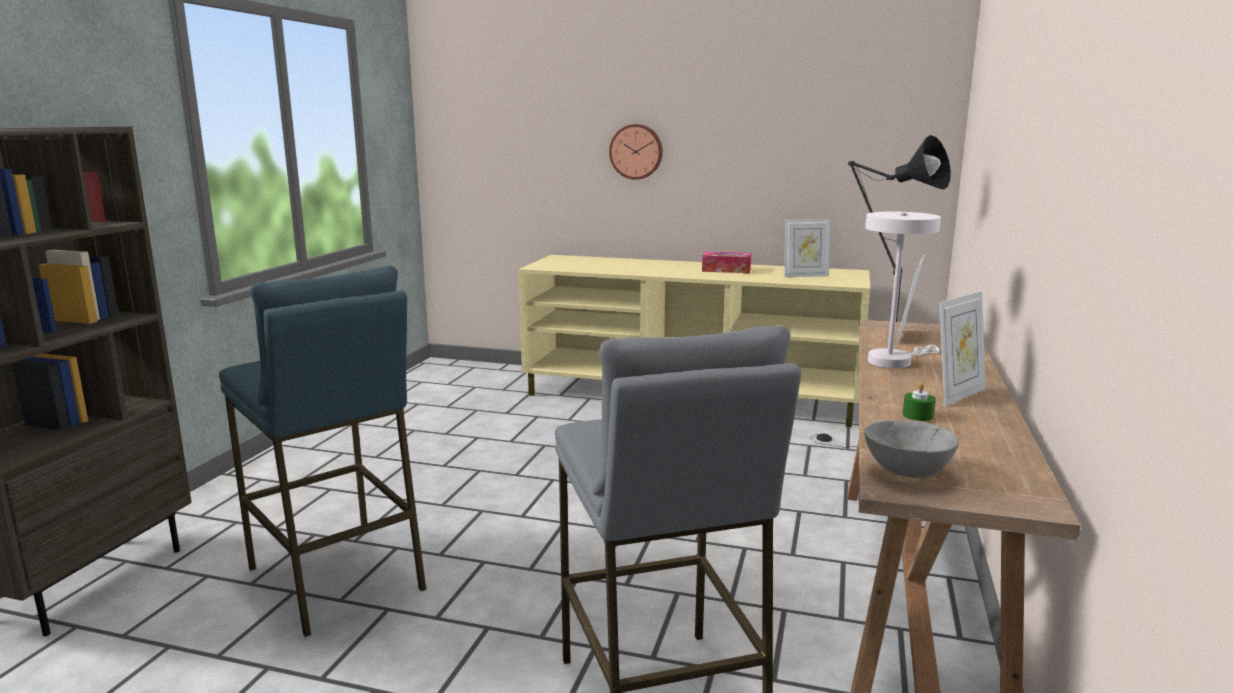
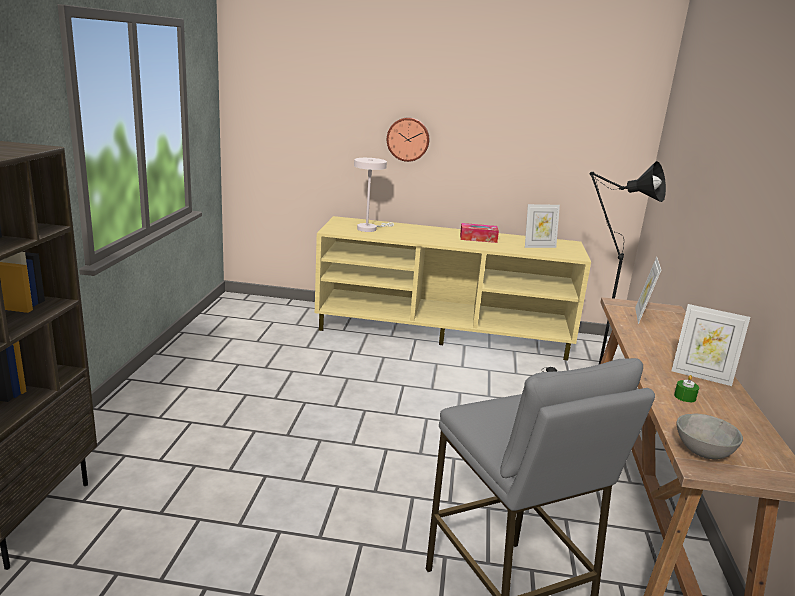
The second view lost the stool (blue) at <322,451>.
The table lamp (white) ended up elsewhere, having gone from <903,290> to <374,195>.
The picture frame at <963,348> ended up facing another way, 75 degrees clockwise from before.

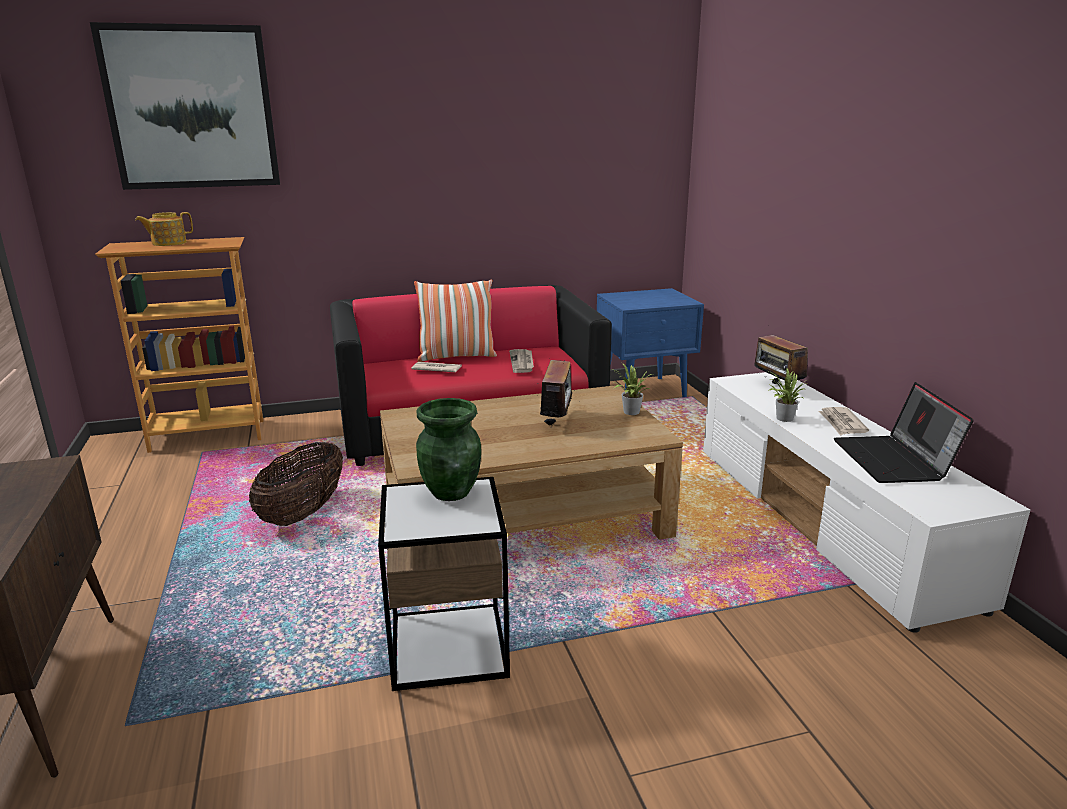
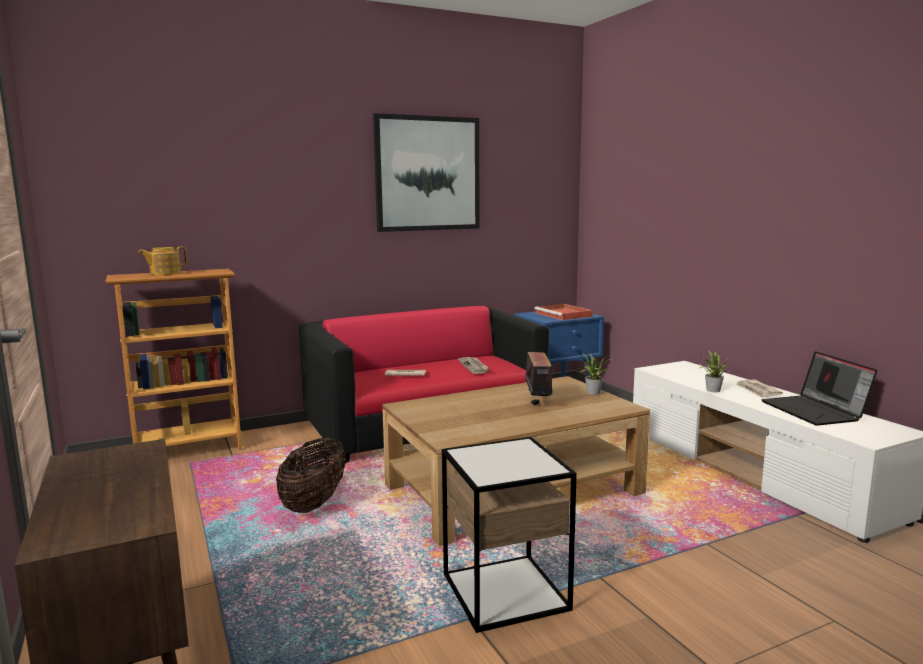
The second view lost the pillow at <455,320>.
The second view lost the vase (green) at <448,449>.
The second view lost the radio at <781,354>.
The second view gained the tray (red) at <563,312>.
The picture ended up elsewhere, having gone from <185,106> to <426,172>.

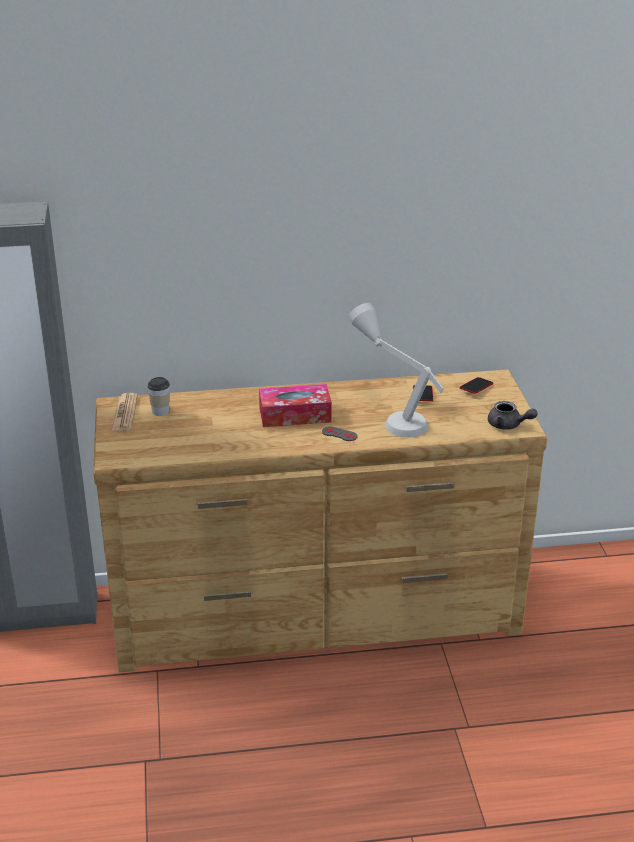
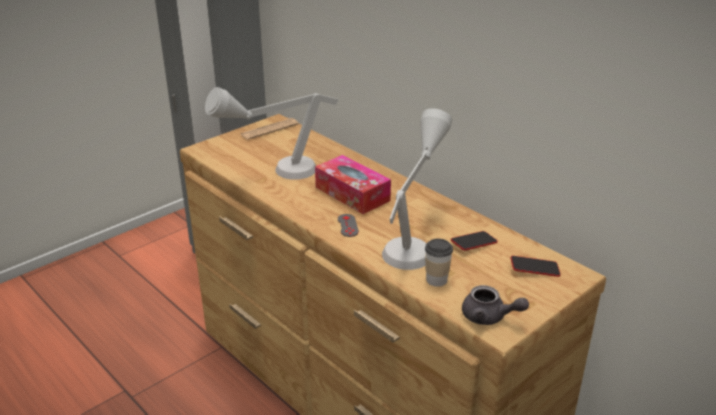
The second view gained the table lamp (grey) at <271,133>.
The cup ended up elsewhere, having gone from <158,396> to <439,262>.
The teapot (grey) at <512,415> ended up facing another way, 60 degrees counterclockwise from before.

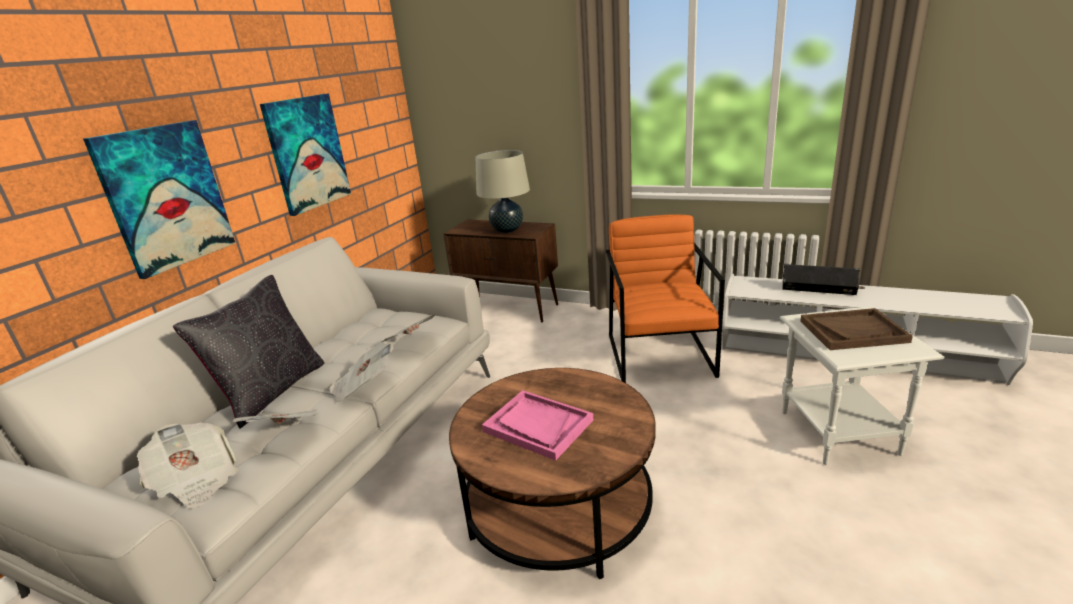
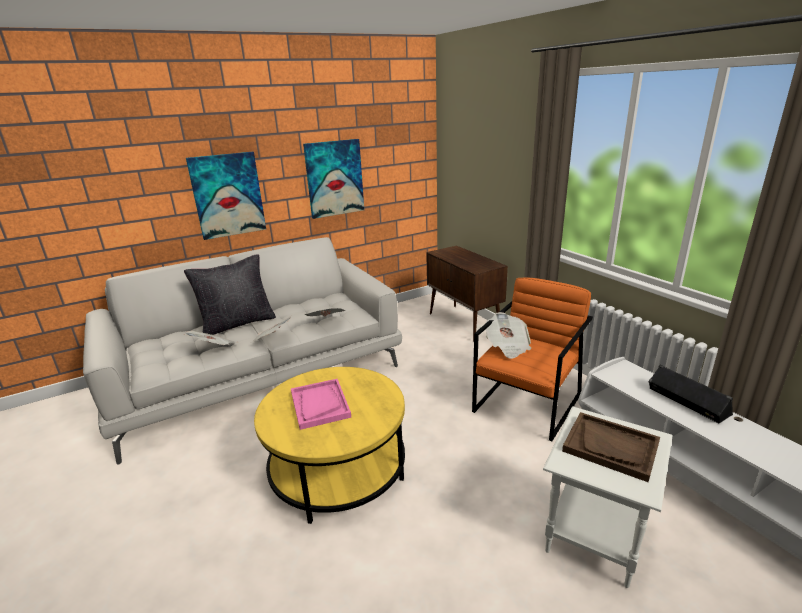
The second view lost the table lamp (beige) at <503,191>.
The newspaper ended up elsewhere, having gone from <187,465> to <508,335>.
What was the coffee table (brown) at <552,473> turned into the coffee table (yellow) at <329,445>.

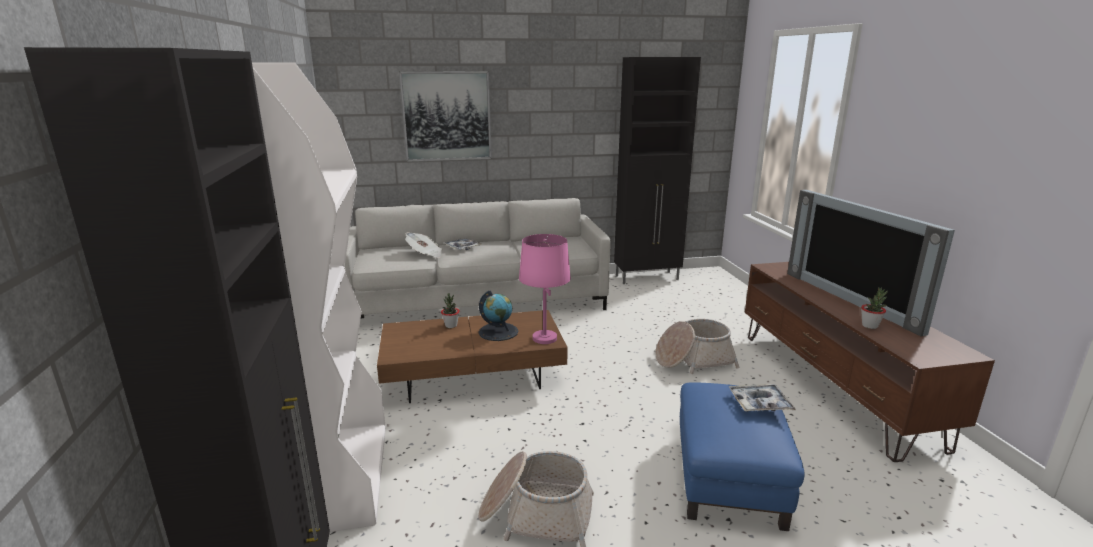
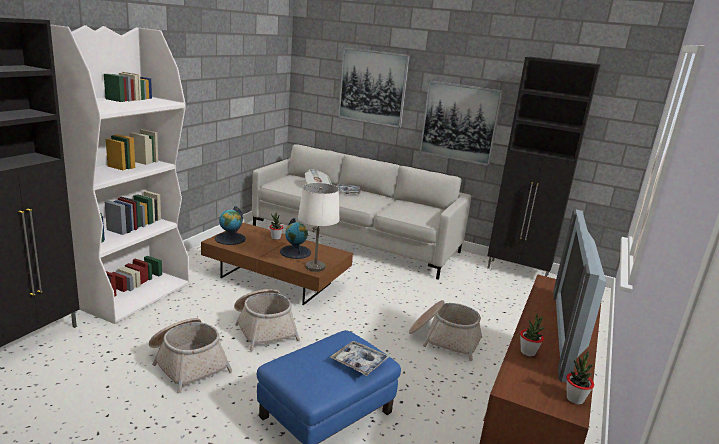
The second view gained the globe at <230,225>.
The second view gained the basket at <267,320>.
The second view gained the picture at <461,123>.
The second view gained the potted plant at <580,378>.
What was the table lamp (pink) at <545,289> turned into the table lamp (white) at <319,227>.

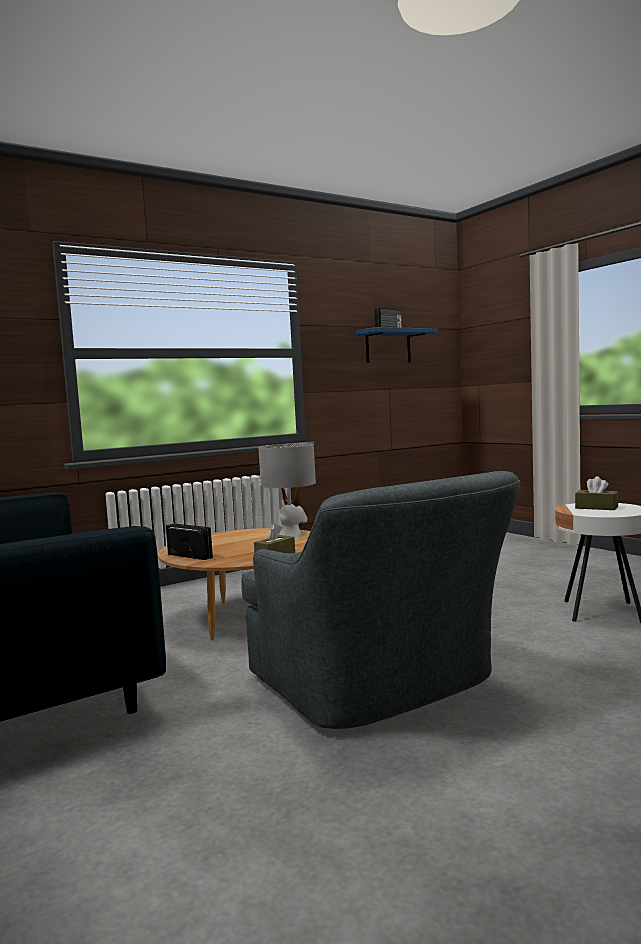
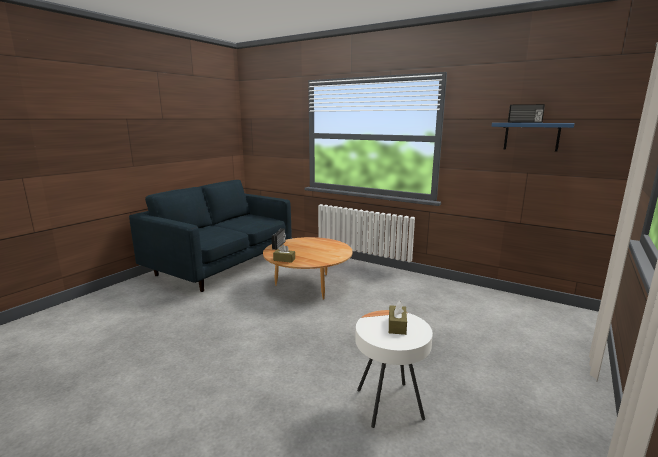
The second view lost the armchair (grey) at <380,600>.
The second view lost the table lamp (grey) at <287,490>.

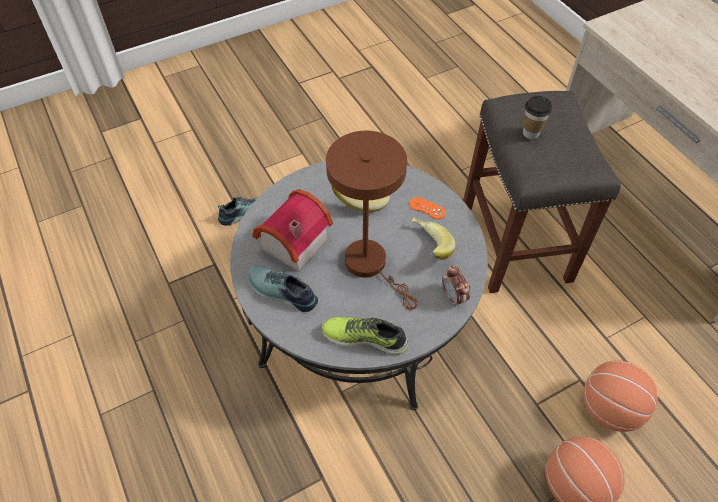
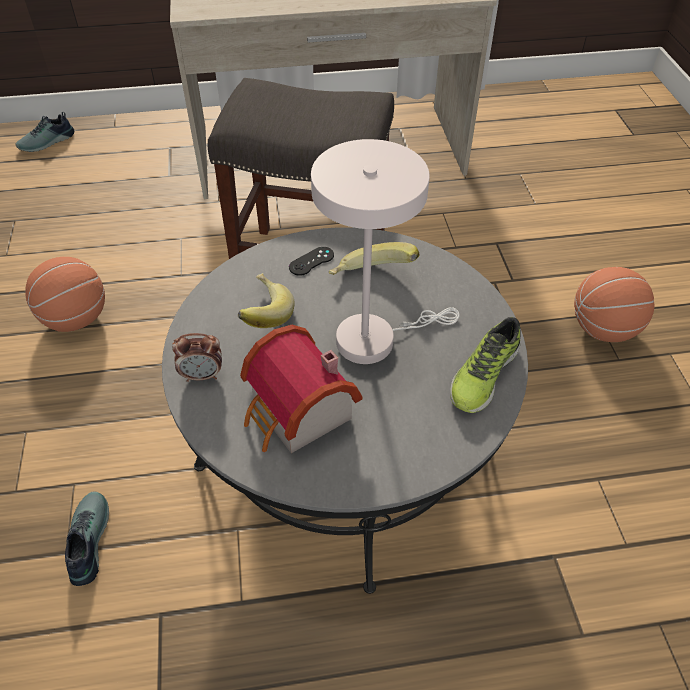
The second view lost the cup at <537,117>.
The shoe ended up elsewhere, having gone from <283,288> to <45,131>.
The alarm clock ended up elsewhere, having gone from <456,286> to <197,357>.
The basketball ended up elsewhere, having gone from <621,396> to <65,294>.
What was the table lamp (brown) at <372,220> turned into the table lamp (white) at <385,251>.
What was the game controller (orange) at <427,208> turned into the game controller (black) at <311,261>.

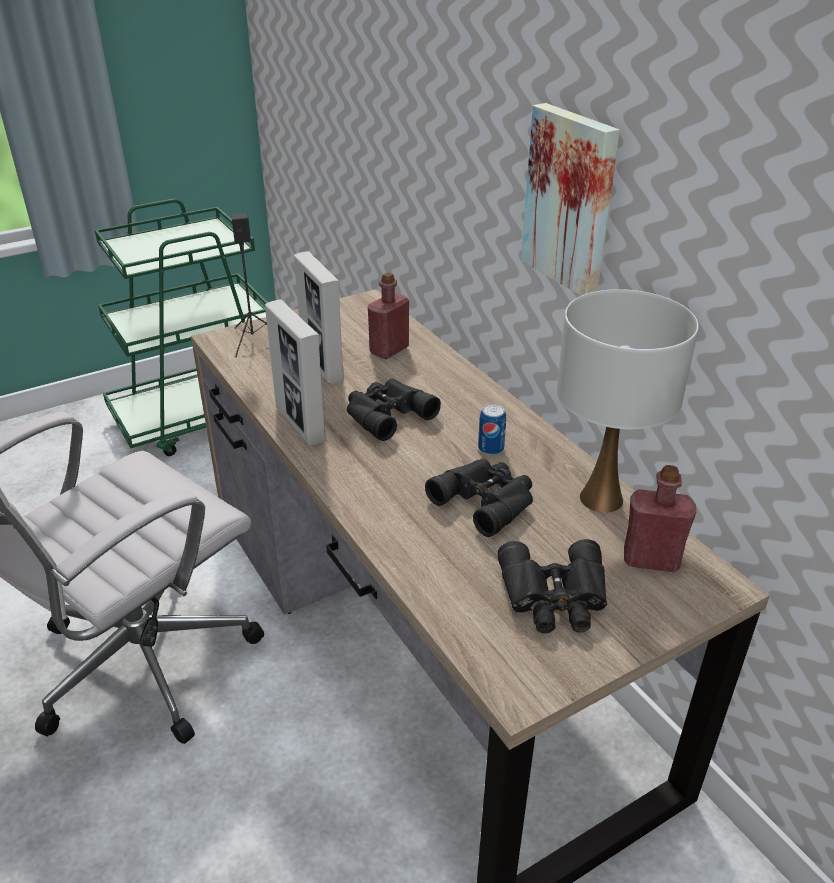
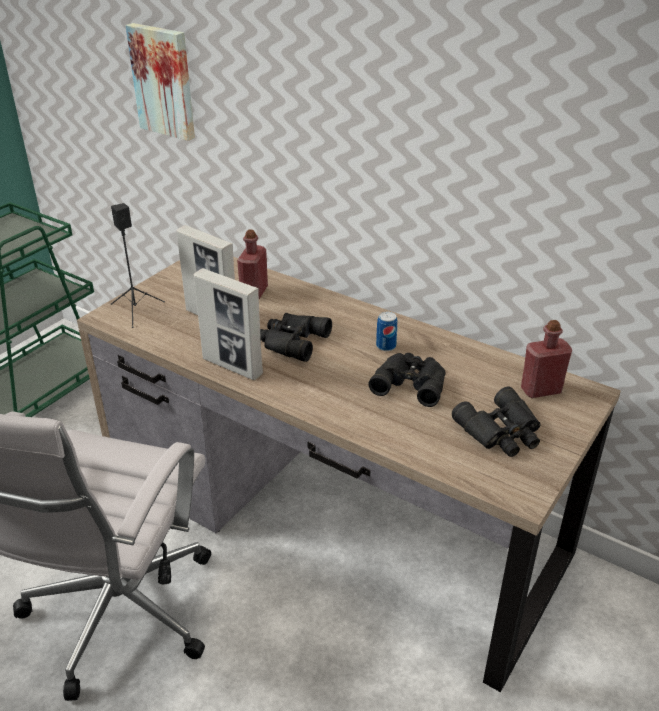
The second view lost the table lamp (white) at <627,401>.
The picture ended up elsewhere, having gone from <570,199> to <160,82>.

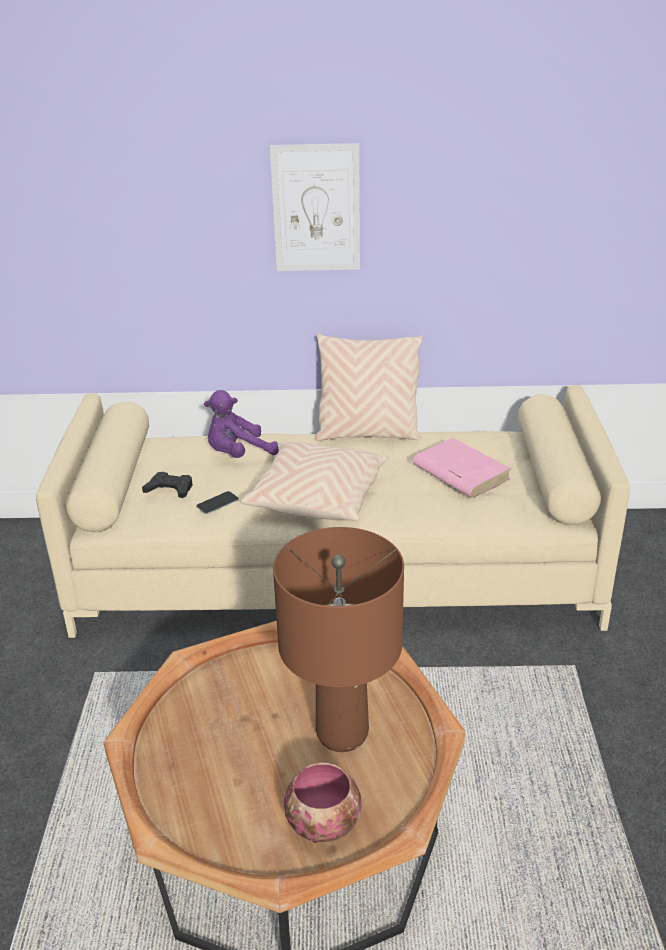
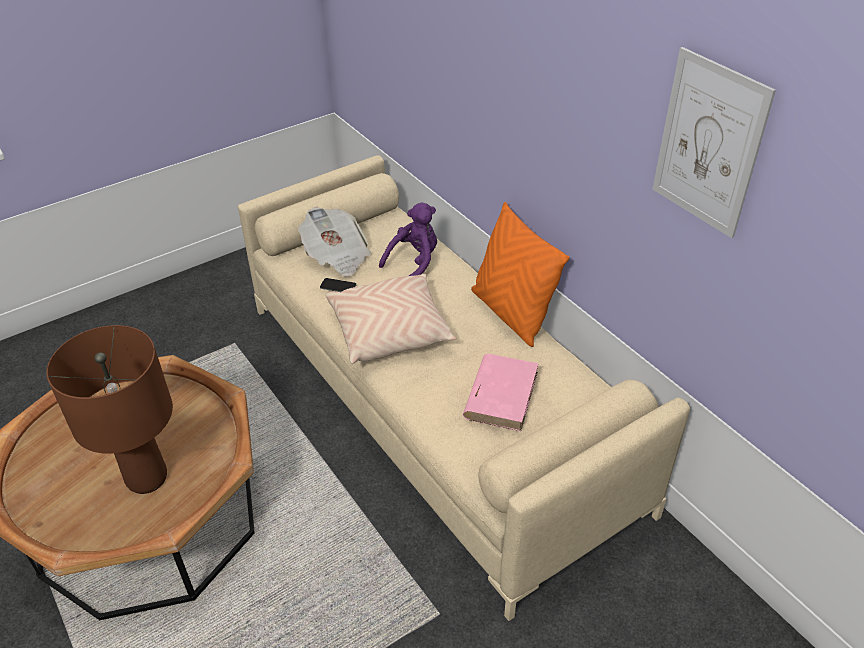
The second view lost the bowl at <322,803>.
The picture ended up elsewhere, having gone from <315,207> to <714,142>.
Where the game controller (black) stood at <167,485>, the newspaper came to stand at <334,242>.
What was the pillow (beige) at <369,387> turned into the pillow (orange) at <520,274>.
The plush toy (purple) at <241,424> ended up facing another way, 105 degrees clockwise from before.

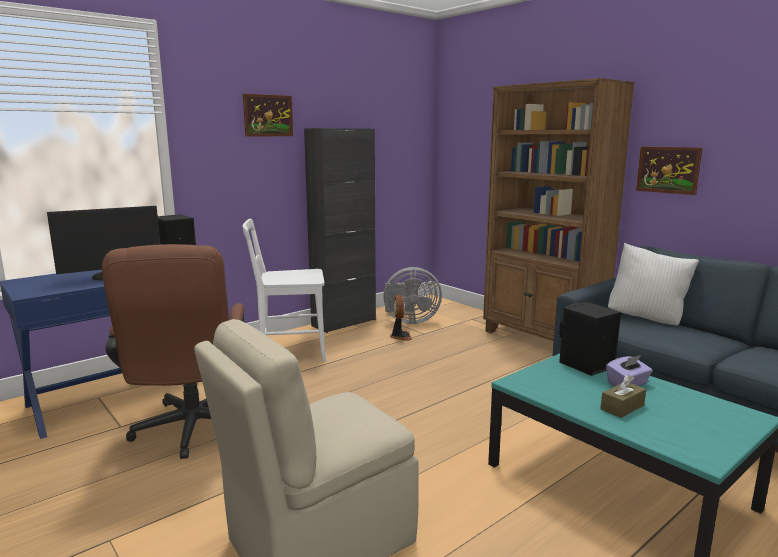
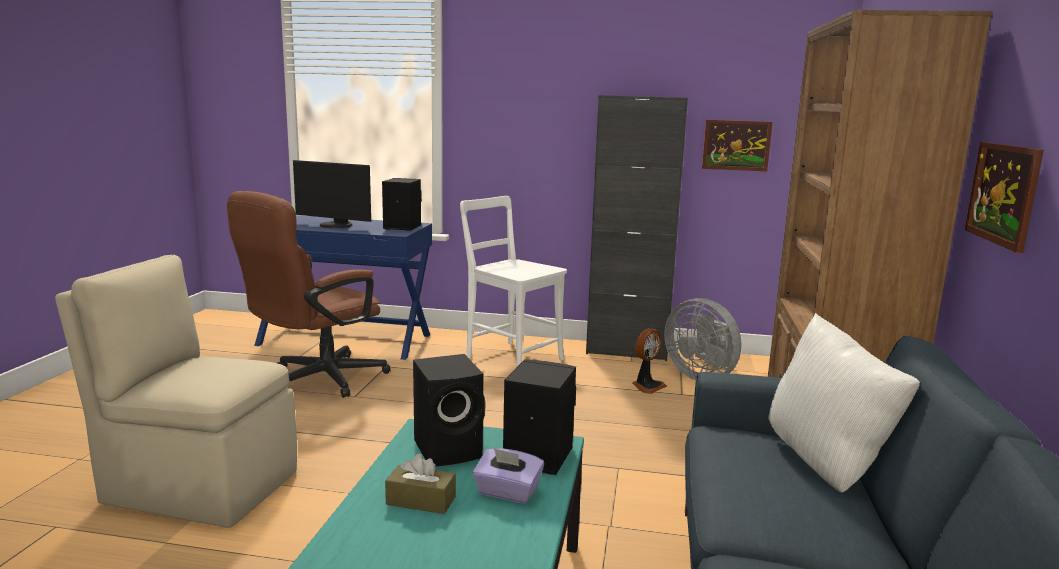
The second view gained the speaker (black) at <449,410>.
The picture ended up elsewhere, having gone from <268,115> to <737,145>.

